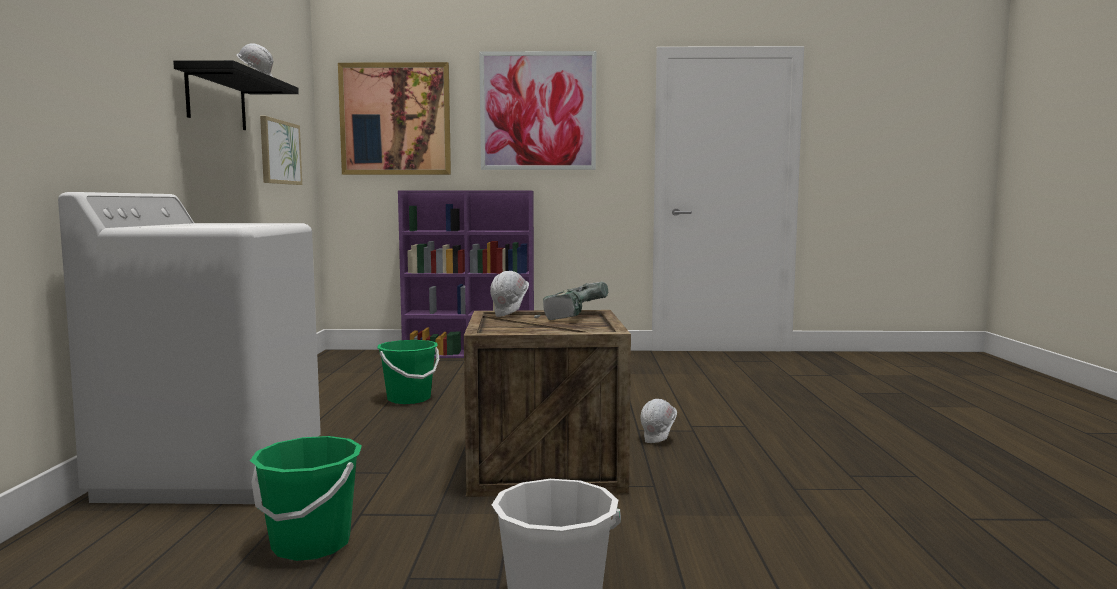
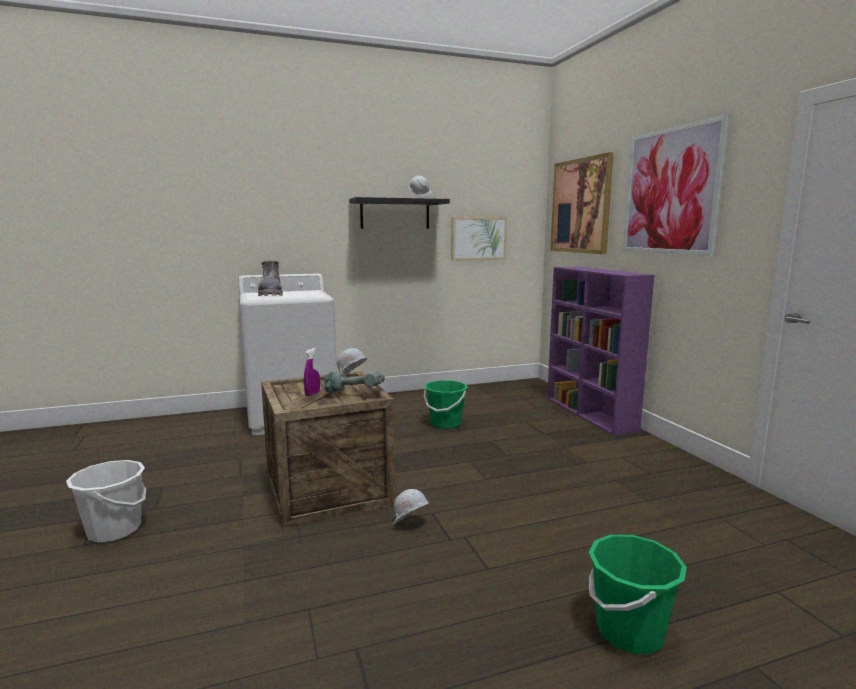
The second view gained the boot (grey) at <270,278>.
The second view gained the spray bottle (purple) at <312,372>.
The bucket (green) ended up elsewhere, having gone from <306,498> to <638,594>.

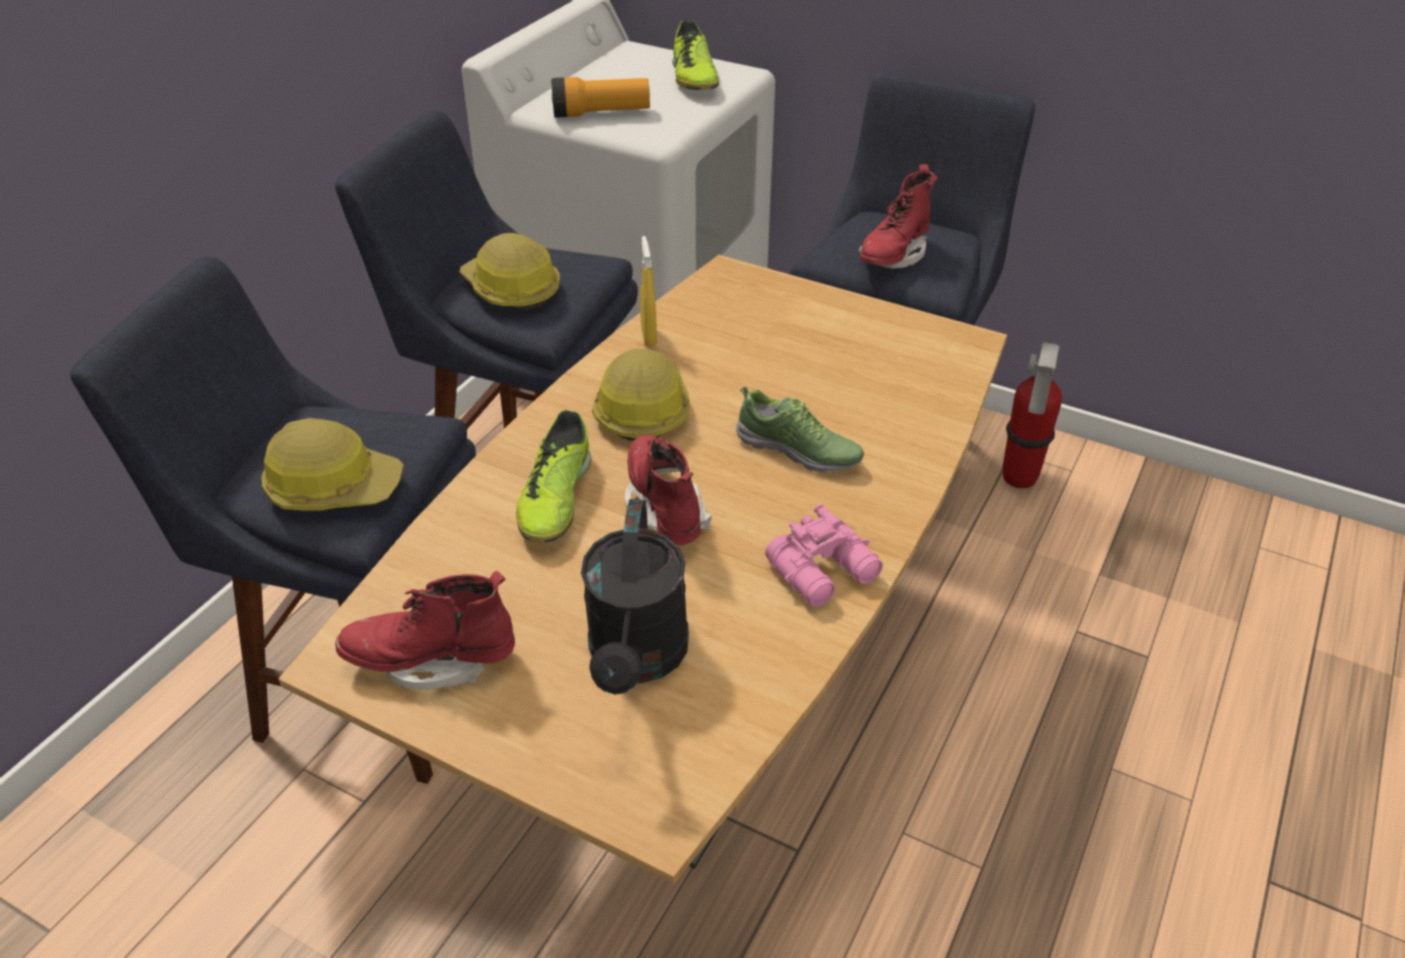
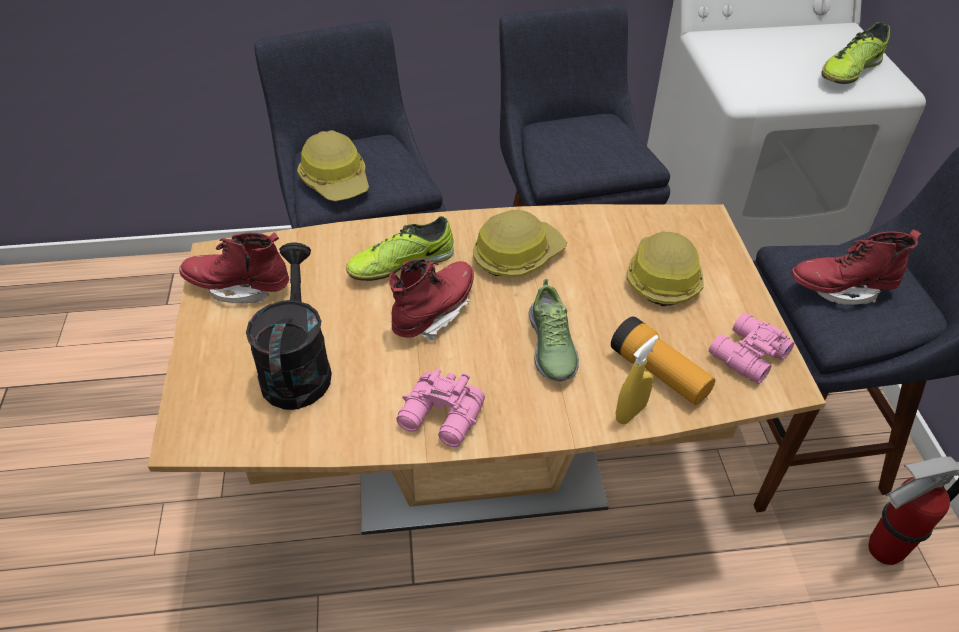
The second view gained the binoculars (pink) at <752,348>.
The hard hat ended up elsewhere, having gone from <510,271> to <665,269>.
The flashlight ended up elsewhere, having gone from <600,97> to <663,360>.
The spray bottle (yellow) ended up elsewhere, having gone from <648,291> to <637,379>.
The boot (red) at <425,630> ended up facing another way, 45 degrees counterclockwise from before.
The watering can (black) at <635,597> ended up facing another way, 120 degrees clockwise from before.

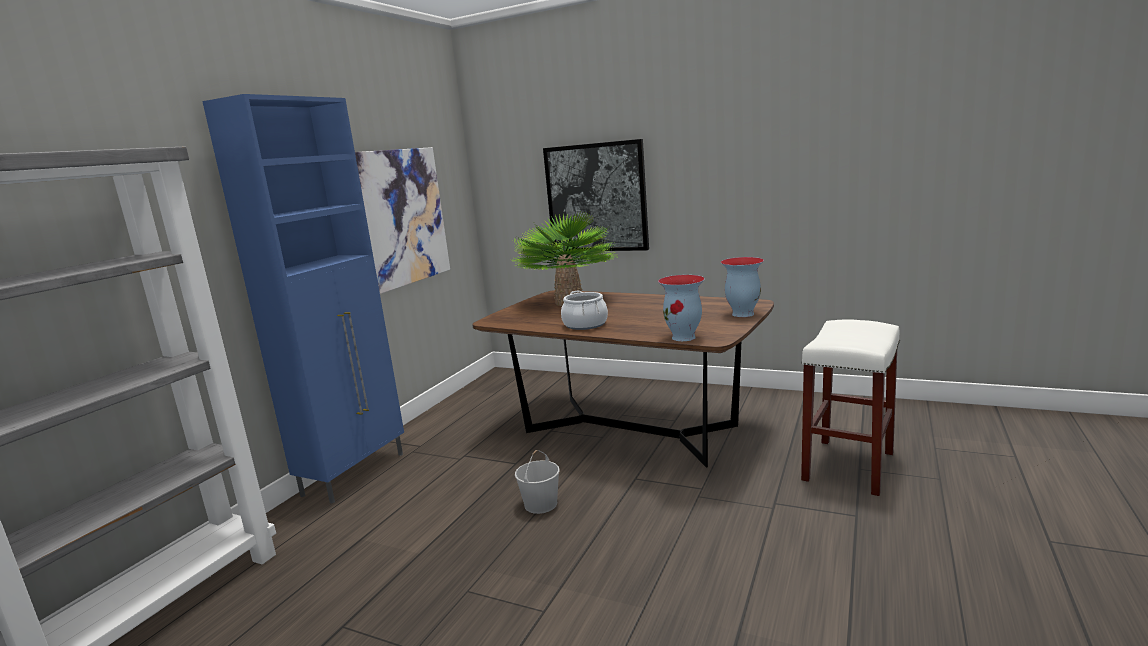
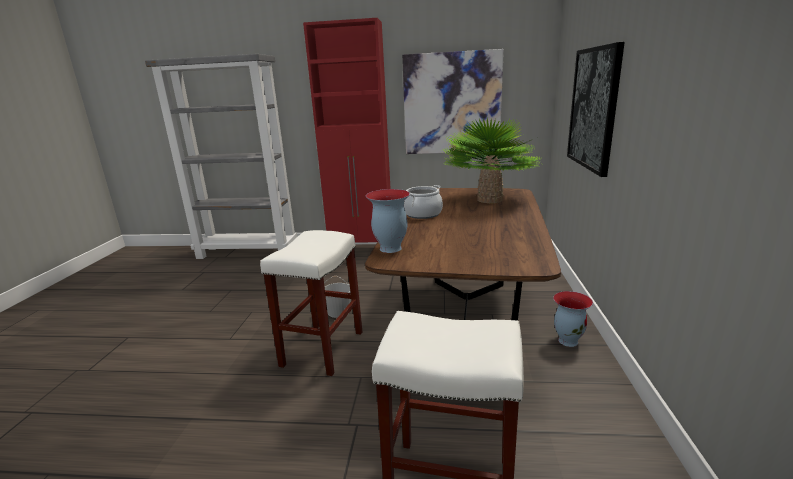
The second view gained the stool (white) at <311,303>.
The vase ended up elsewhere, having gone from <742,287> to <573,319>.
What was the cabinet (blue) at <303,299> turned into the cabinet (red) at <347,130>.

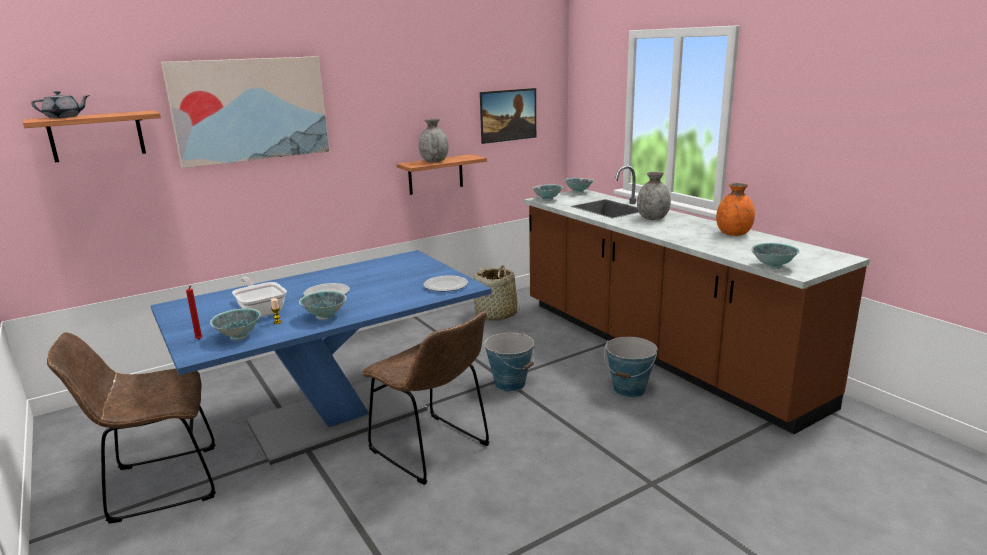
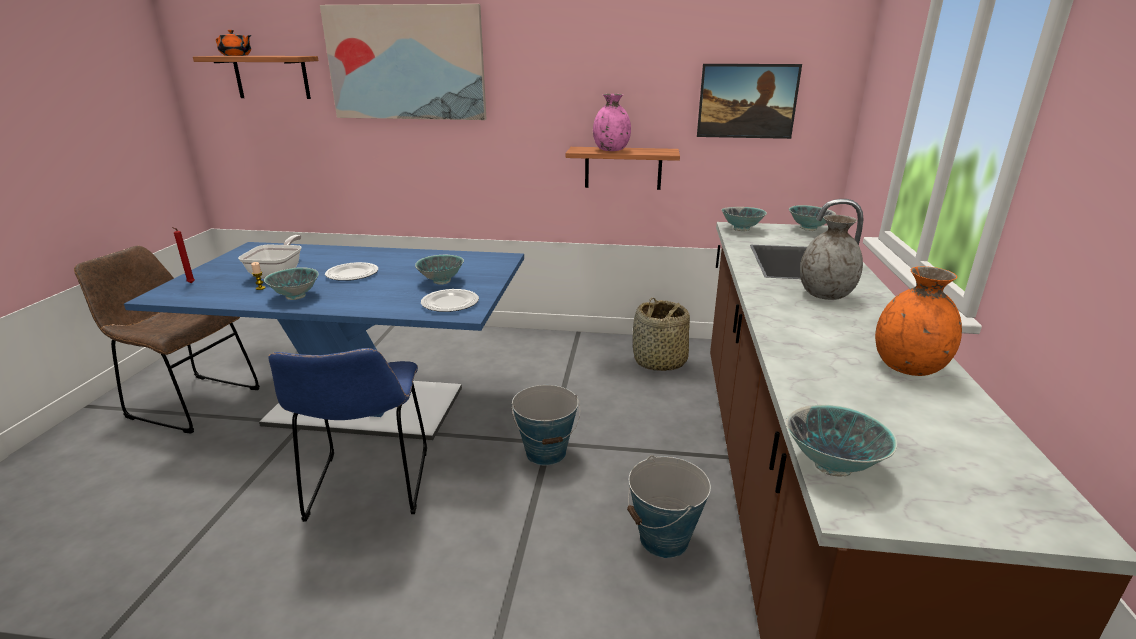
The bowl ended up elsewhere, having gone from <235,324> to <439,270>.
What was the teapot (grey) at <60,104> turned into the teapot (orange) at <233,43>.
What was the chair (brown) at <426,398> turned into the chair (blue) at <347,435>.
What was the vase (grey) at <434,140> turned into the vase (pink) at <612,122>.

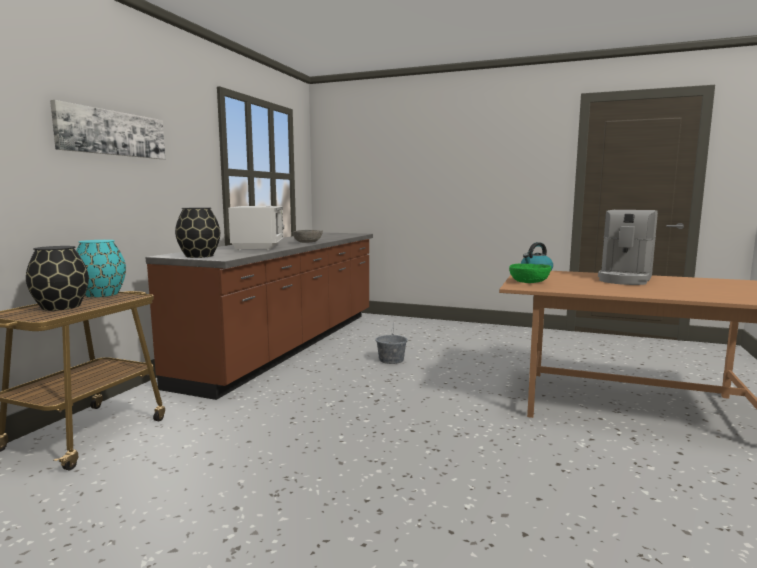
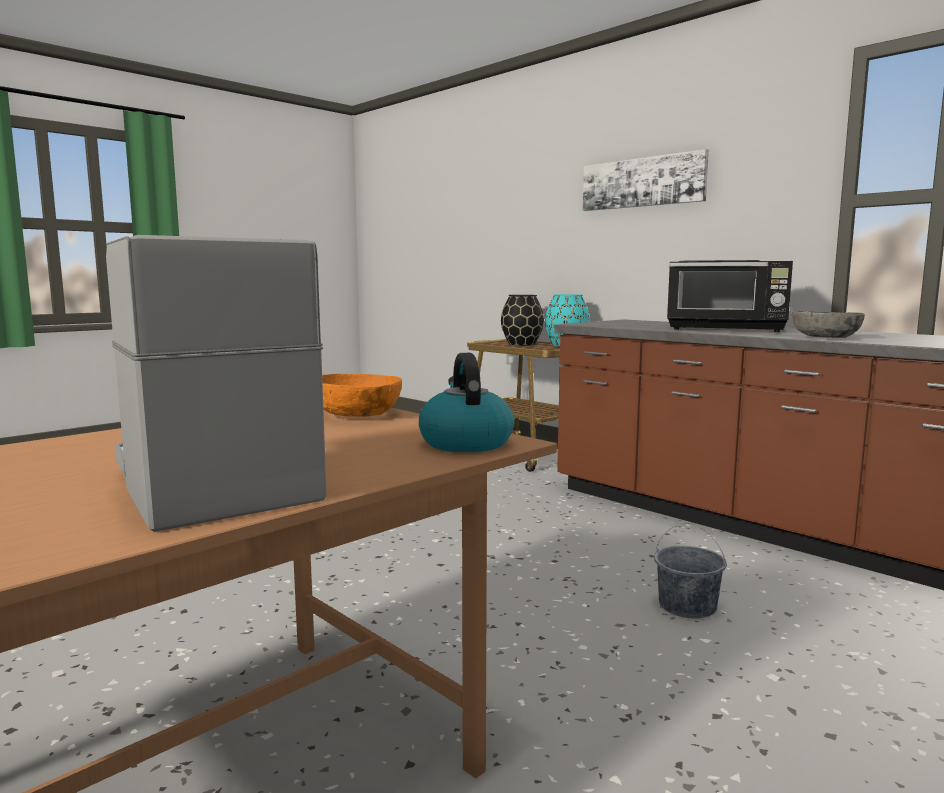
The second view lost the vase (black) at <197,233>.
What was the microwave (white) at <256,228> turned into the microwave (black) at <730,296>.
What was the bowl (green) at <530,273> turned into the bowl (orange) at <362,395>.

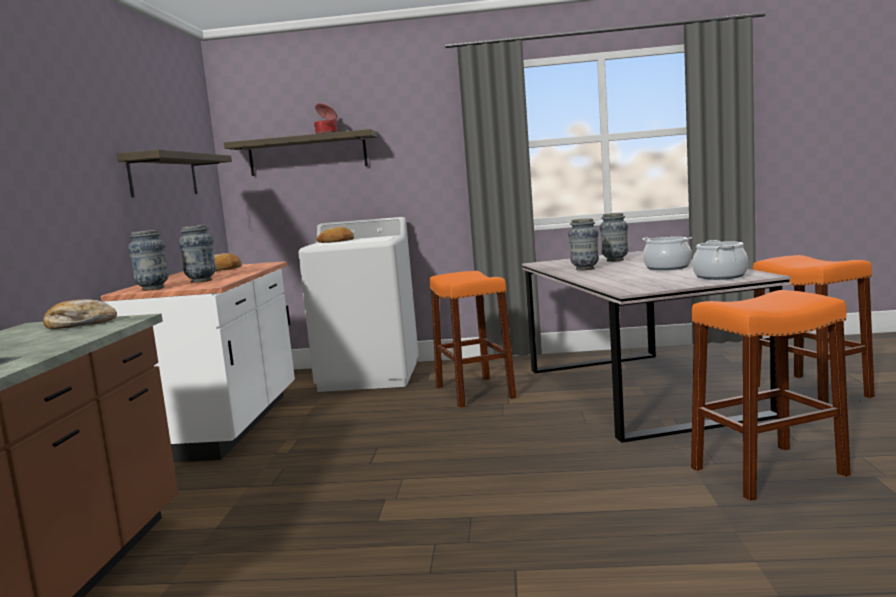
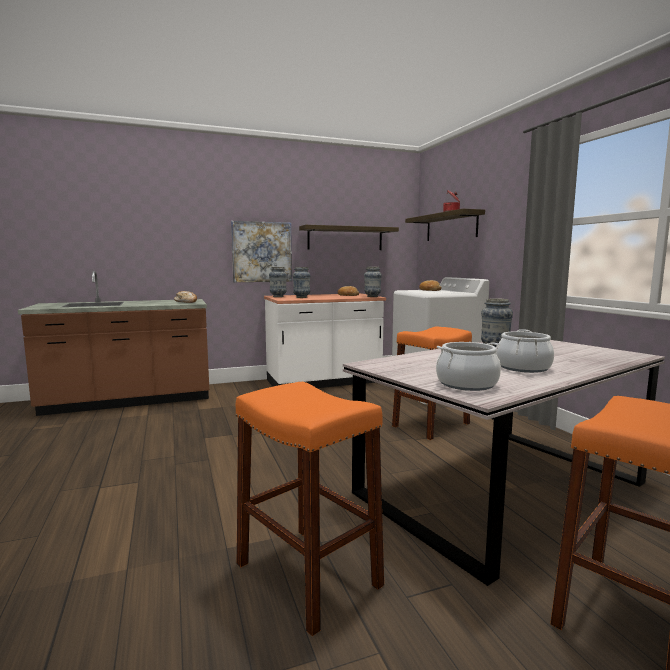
The second view gained the picture at <261,251>.
The vase ended up elsewhere, having gone from <614,237> to <373,282>.

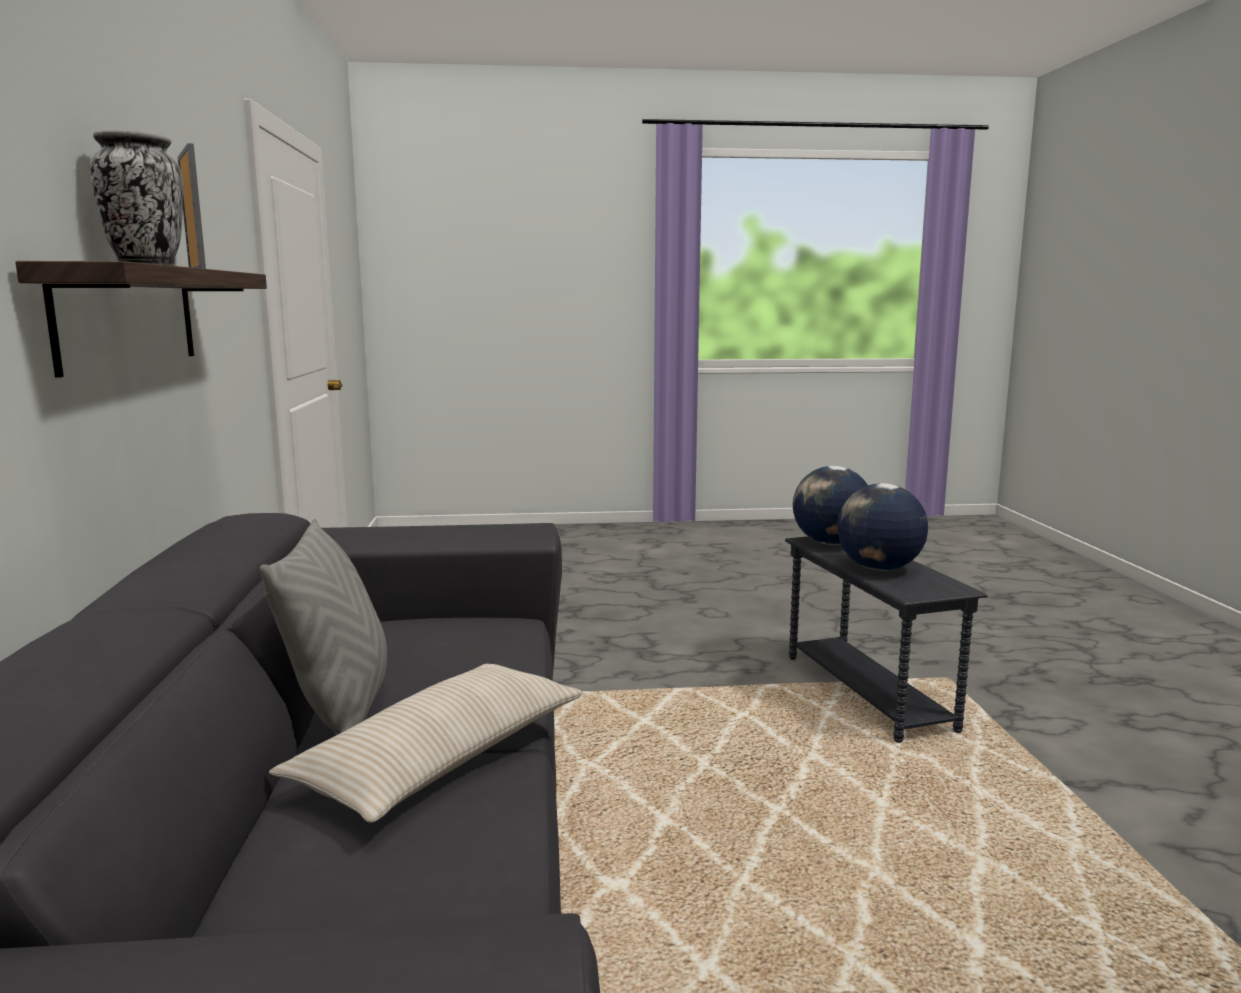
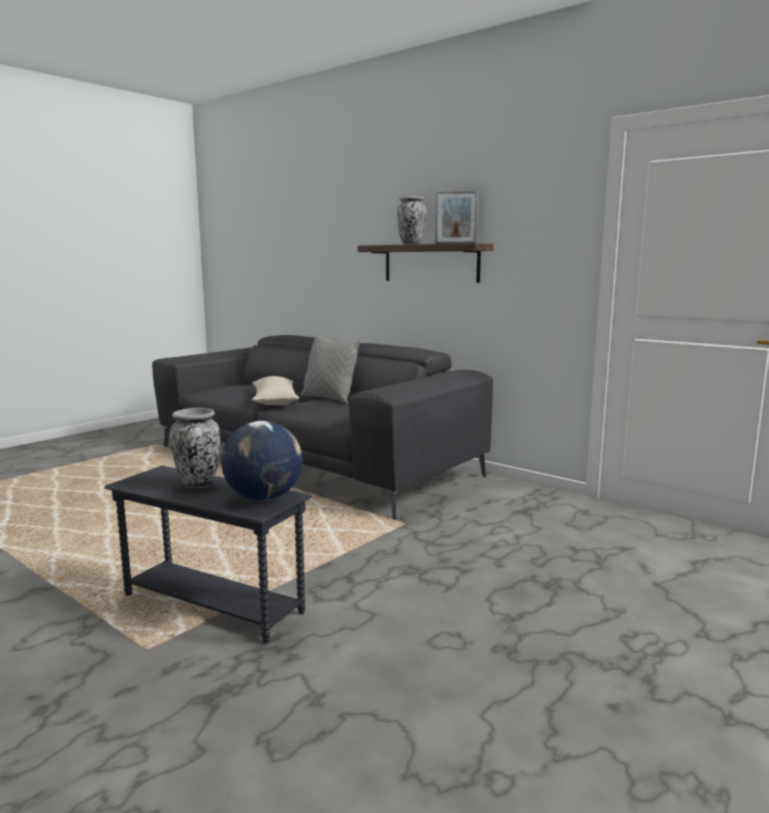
Where the globe stood at <882,527>, the vase came to stand at <194,448>.

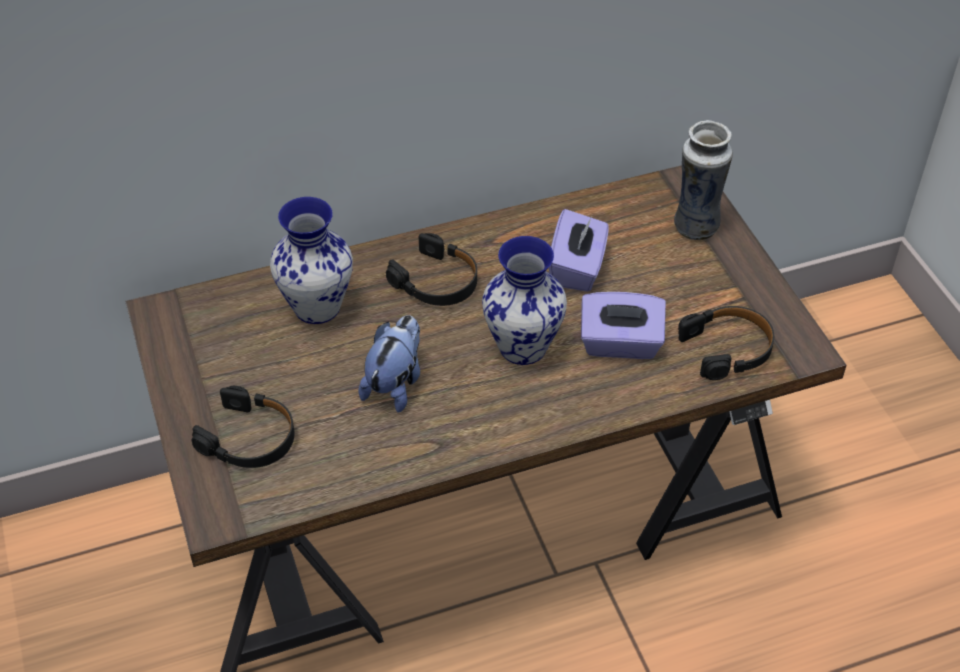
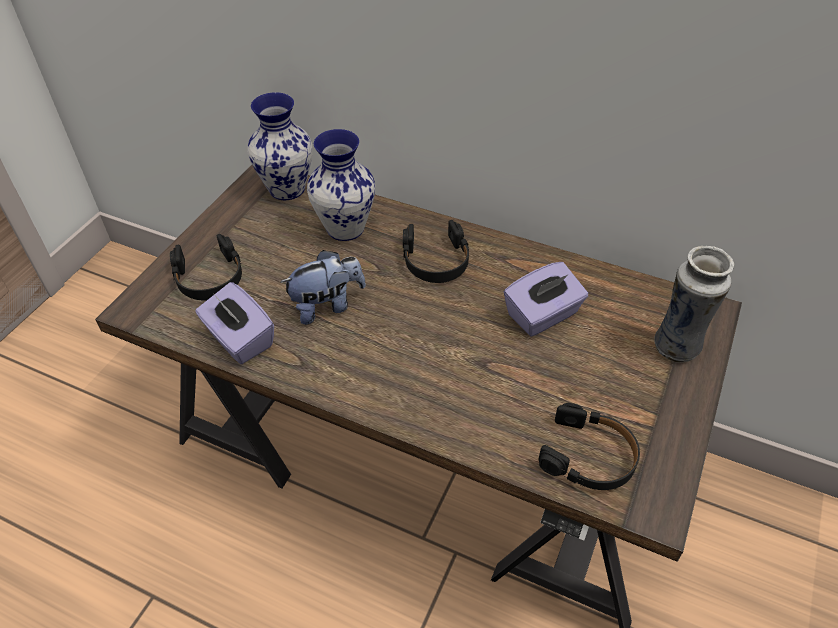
The vase ended up elsewhere, having gone from <524,300> to <280,146>.
The tissue box (purple) ended up elsewhere, having gone from <623,325> to <234,323>.

